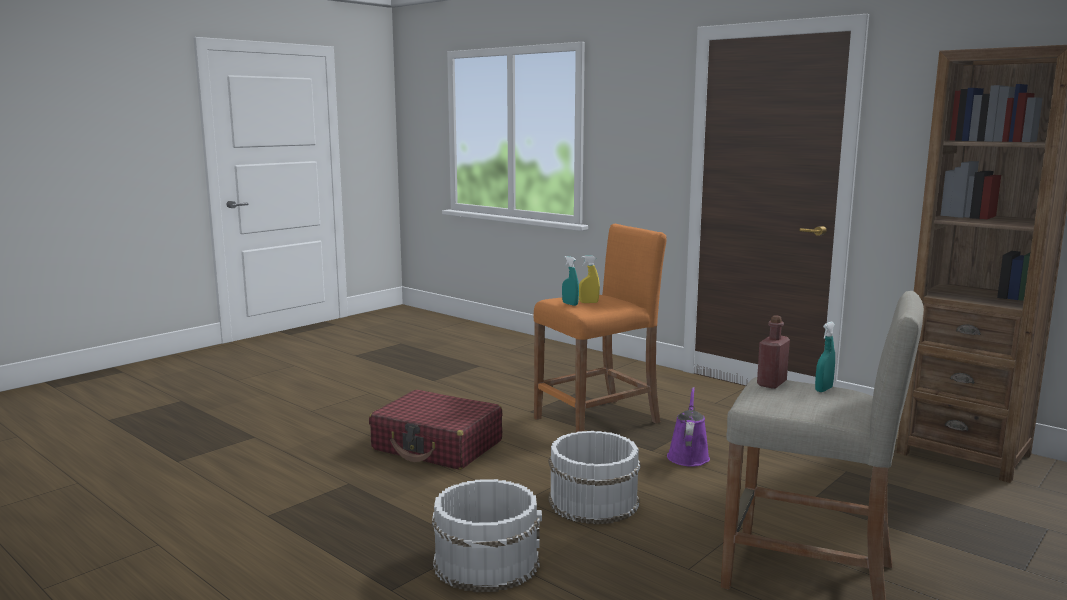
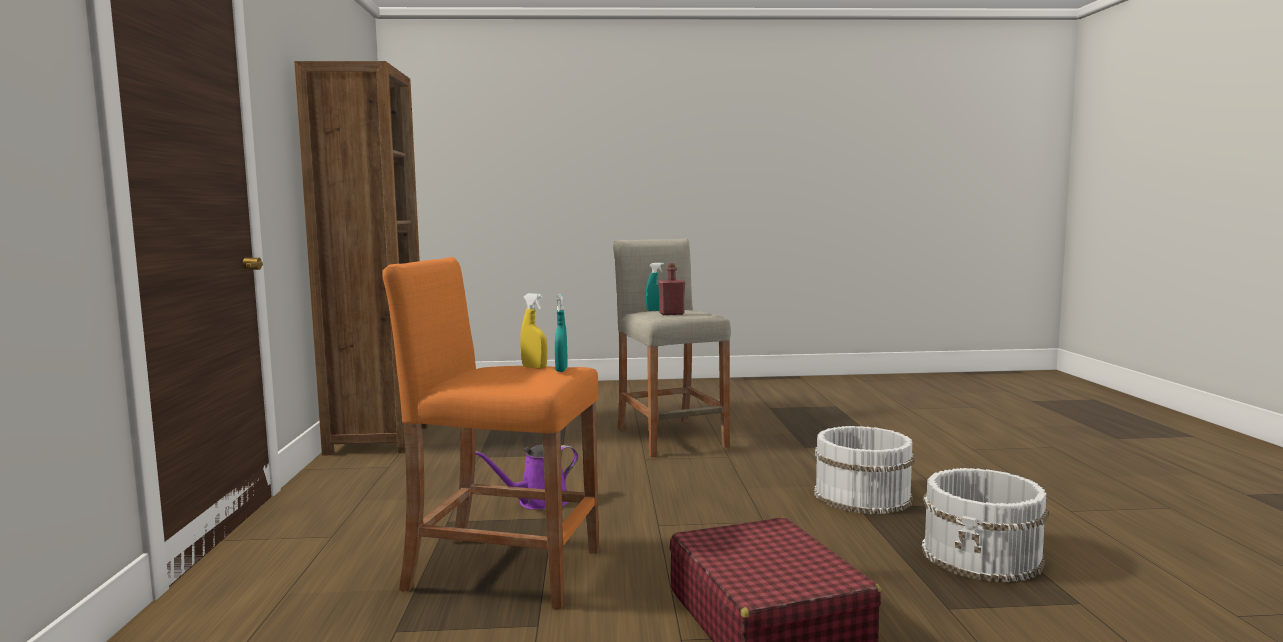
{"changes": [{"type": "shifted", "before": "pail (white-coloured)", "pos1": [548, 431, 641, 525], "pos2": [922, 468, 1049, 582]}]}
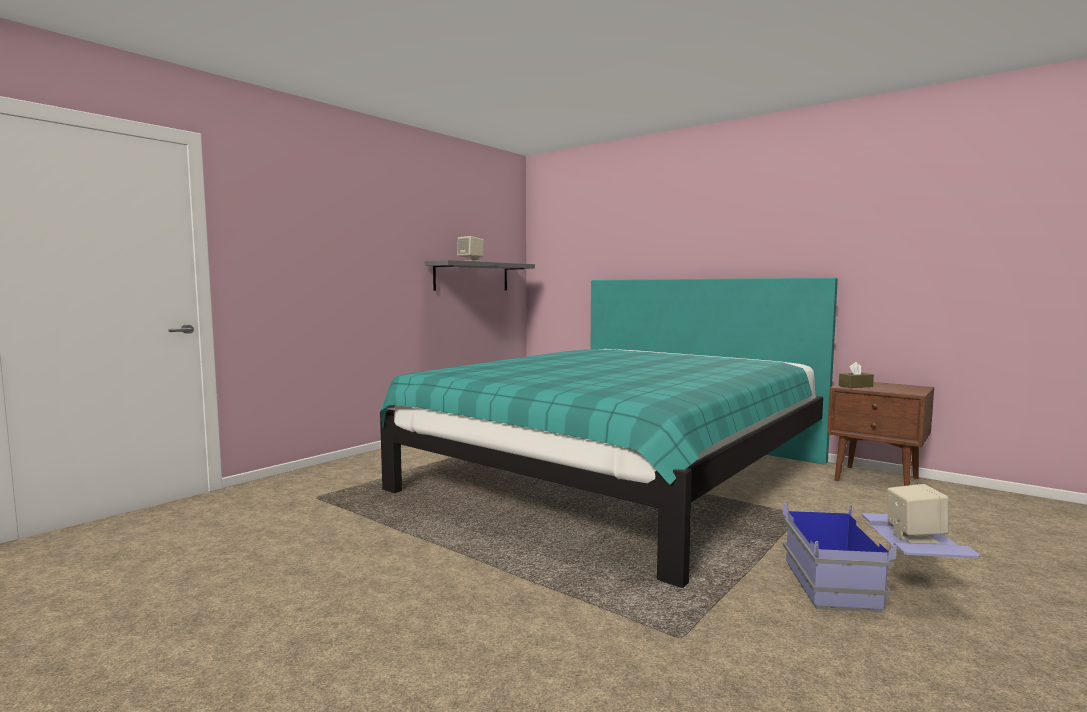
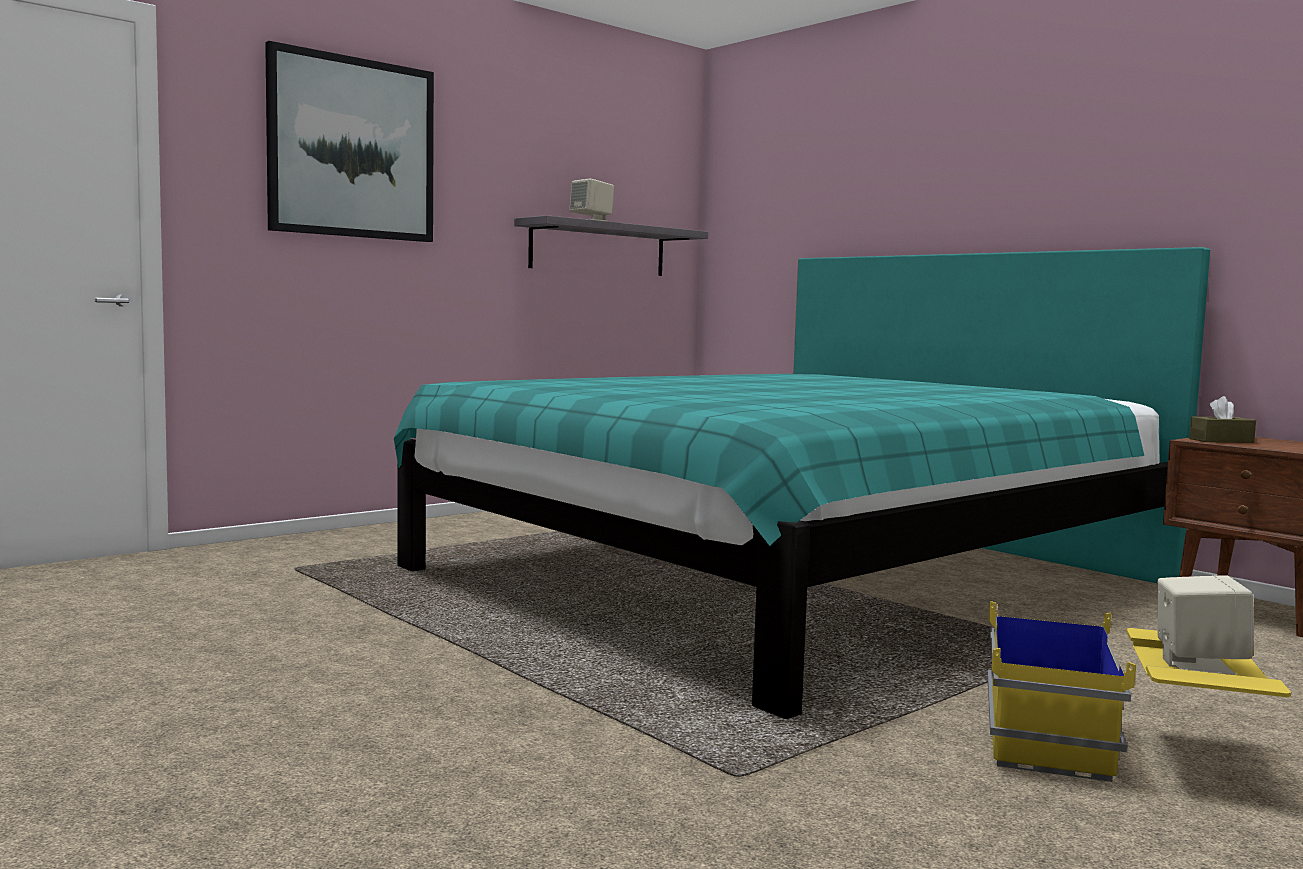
{"changes": [{"type": "new", "after": "picture", "pos2": [265, 41, 434, 242]}, {"type": "repainted", "before": "storage container (blue)", "after": "storage container (yellow-coloured)", "pos1": [783, 502, 980, 613], "pos2": [987, 601, 1291, 782]}]}
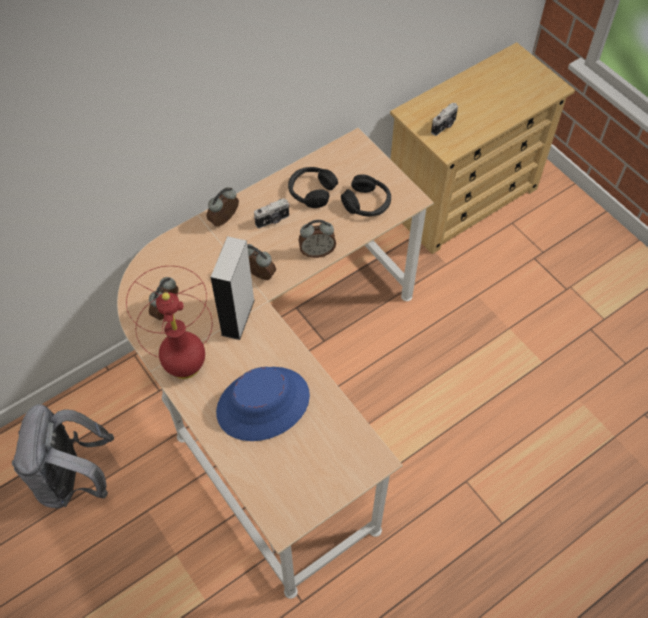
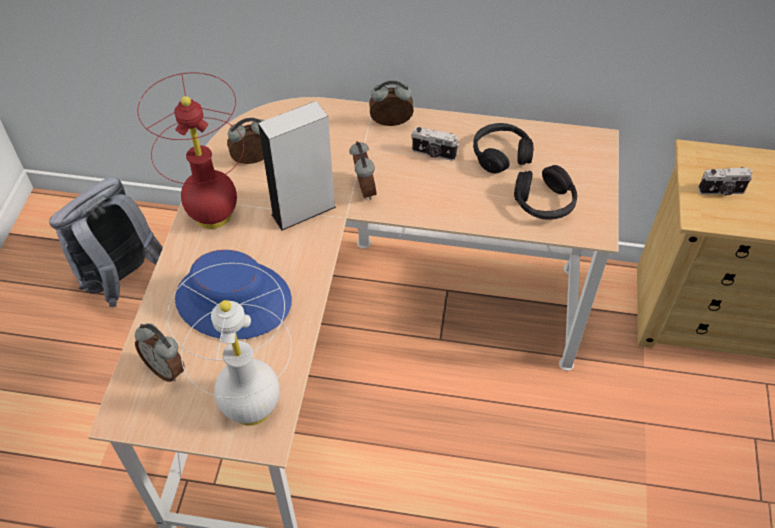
{"changes": [{"type": "new", "after": "lamp for a table (white-coloured)", "pos2": [167, 263, 292, 426]}, {"type": "shifted", "before": "alarm clock", "pos1": [298, 220, 336, 258], "pos2": [135, 323, 185, 382]}]}
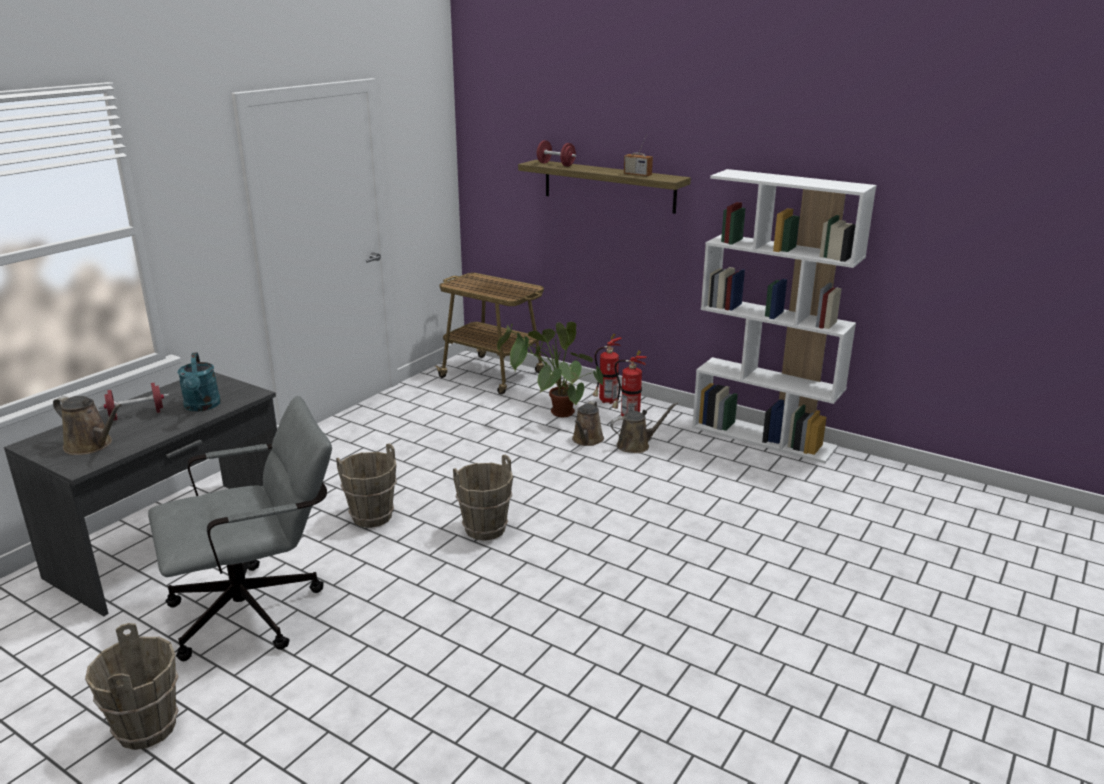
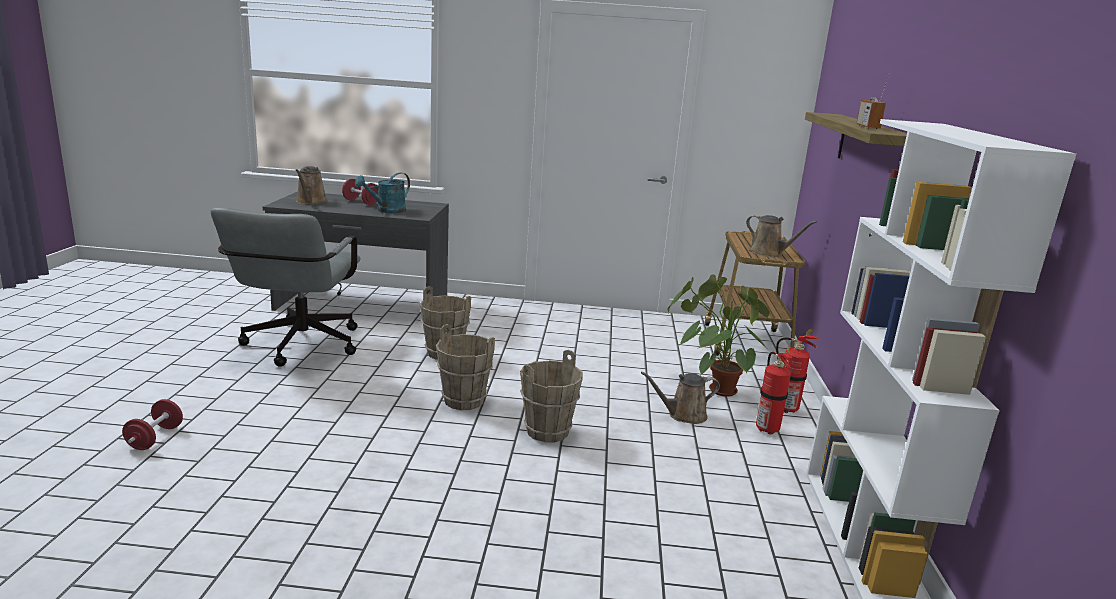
{"changes": [{"type": "shifted", "before": "pail (brownish)", "pos1": [85, 623, 179, 750], "pos2": [520, 350, 583, 442]}, {"type": "shifted", "before": "dumbbell (red-coloured)", "pos1": [537, 140, 576, 167], "pos2": [122, 399, 183, 450]}, {"type": "shifted", "before": "sprinkling can (brownish)", "pos1": [610, 403, 678, 453], "pos2": [746, 215, 817, 257]}, {"type": "rotated", "before": "computer chair (gray)", "pos1": [148, 396, 332, 661], "pos2": [210, 208, 360, 367], "turn": 60}]}
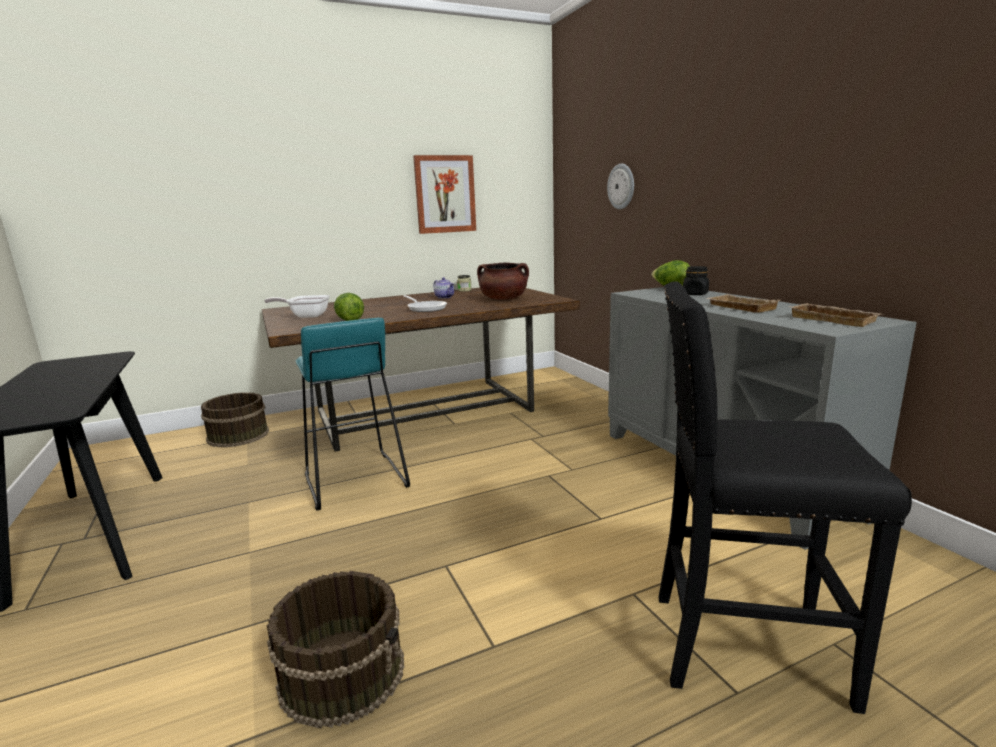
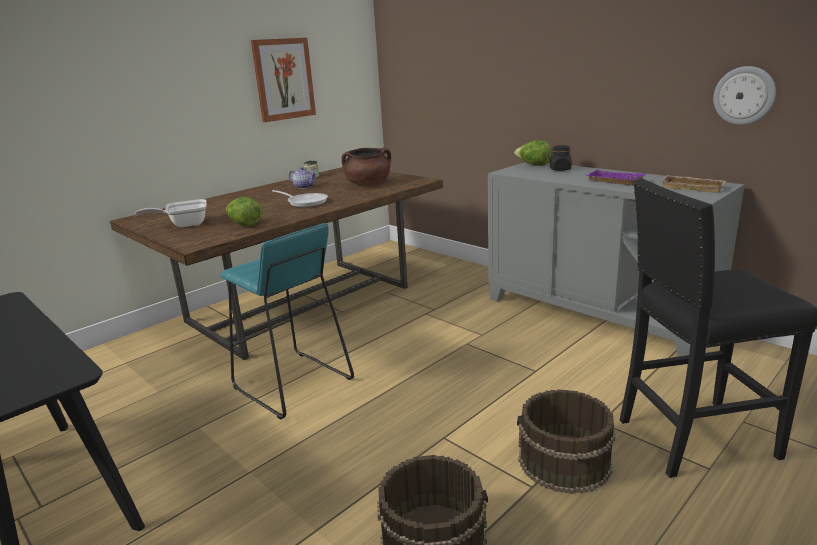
{"changes": [{"type": "shifted", "before": "pail (brownish)", "pos1": [201, 392, 269, 448], "pos2": [517, 389, 616, 494]}, {"type": "shifted", "before": "wall clock", "pos1": [607, 164, 634, 209], "pos2": [713, 66, 776, 125]}, {"type": "repainted", "before": "serving tray (sand-coloured)", "after": "serving tray (purplish)", "pos1": [705, 294, 780, 313], "pos2": [585, 170, 646, 186]}]}
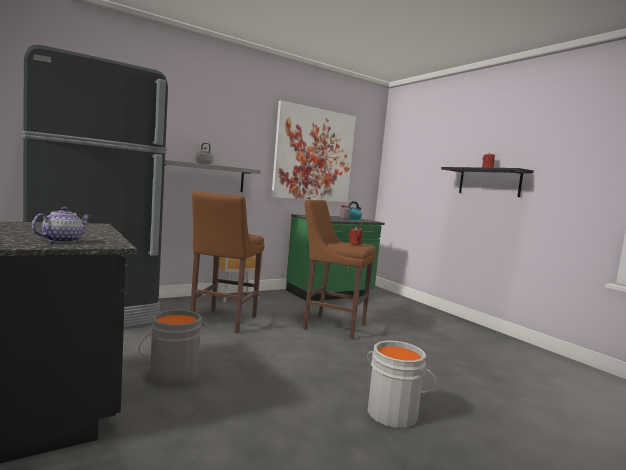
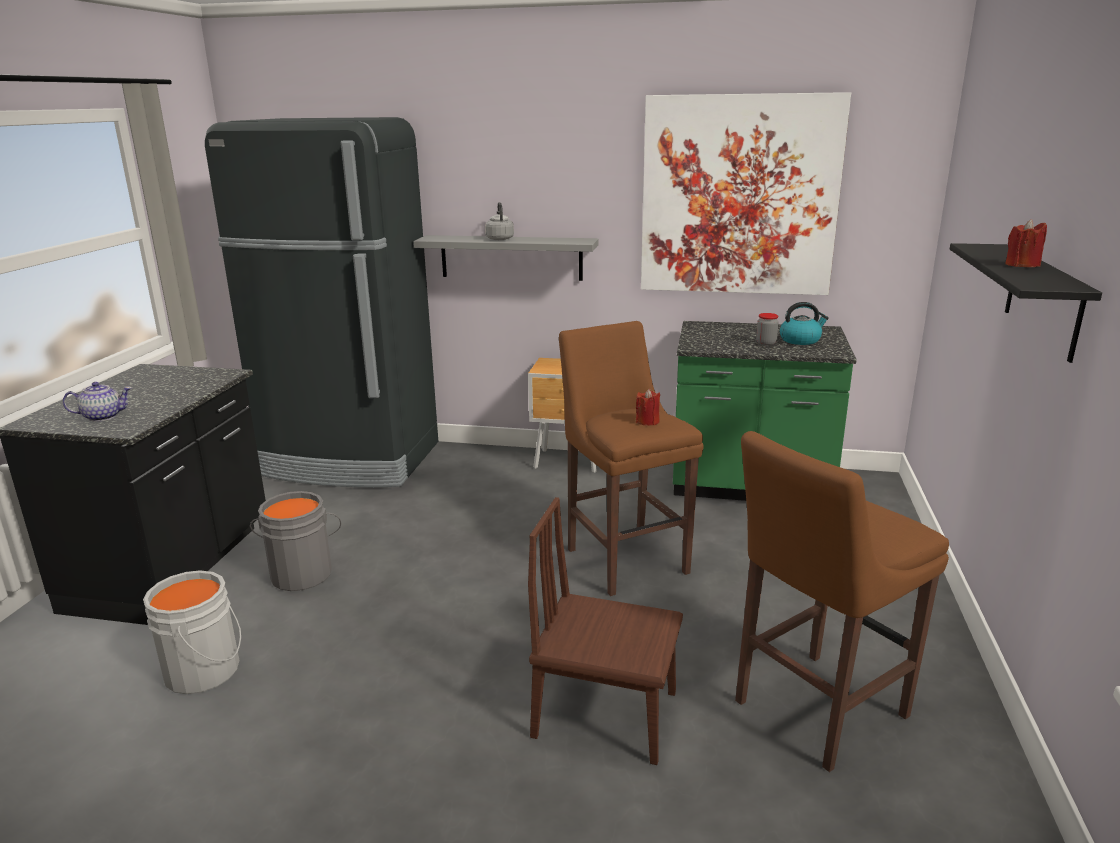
{"changes": [{"type": "new", "after": "chair (brownish)", "pos2": [528, 497, 683, 765]}, {"type": "shifted", "before": "stool (brownish)", "pos1": [190, 191, 264, 333], "pos2": [735, 431, 949, 772]}, {"type": "shifted", "before": "pail (gray)", "pos1": [367, 341, 437, 428], "pos2": [143, 570, 241, 694]}]}
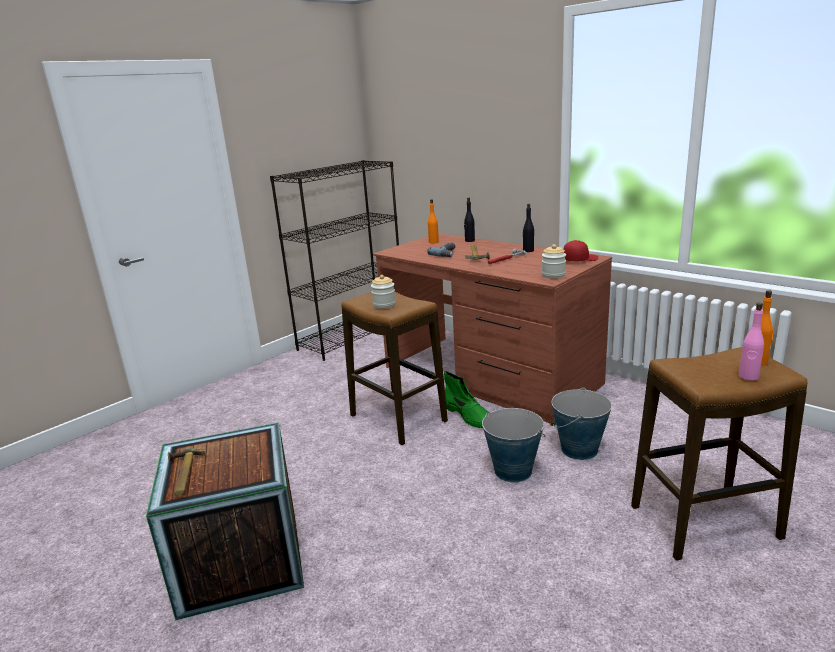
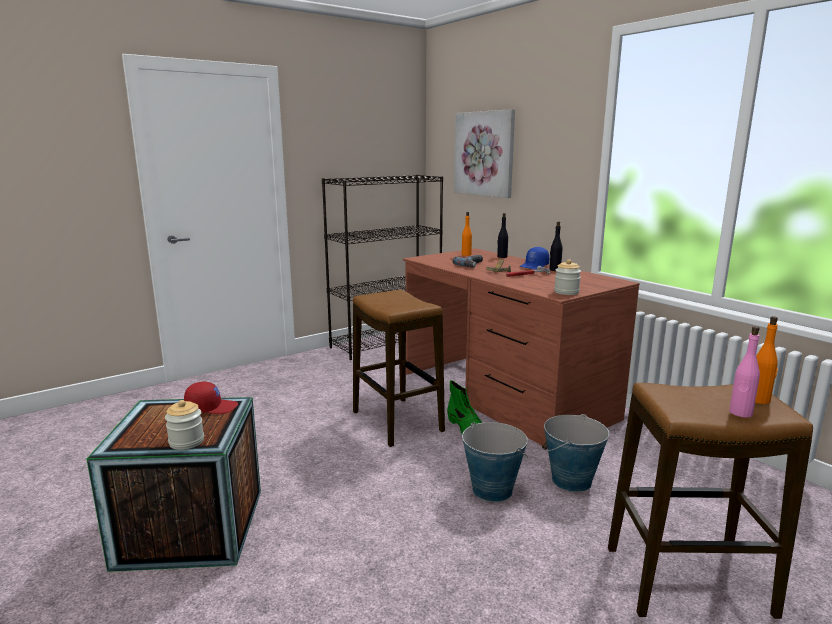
{"changes": [{"type": "gone", "before": "tool hammer", "pos1": [168, 448, 206, 496]}, {"type": "new", "after": "picture", "pos2": [454, 109, 515, 198]}, {"type": "new", "after": "cap (blue)", "pos2": [520, 247, 549, 270]}, {"type": "shifted", "before": "storage jar", "pos1": [371, 275, 396, 309], "pos2": [165, 400, 204, 450]}, {"type": "shifted", "before": "cap (red-coloured)", "pos1": [563, 240, 598, 261], "pos2": [184, 382, 238, 414]}]}
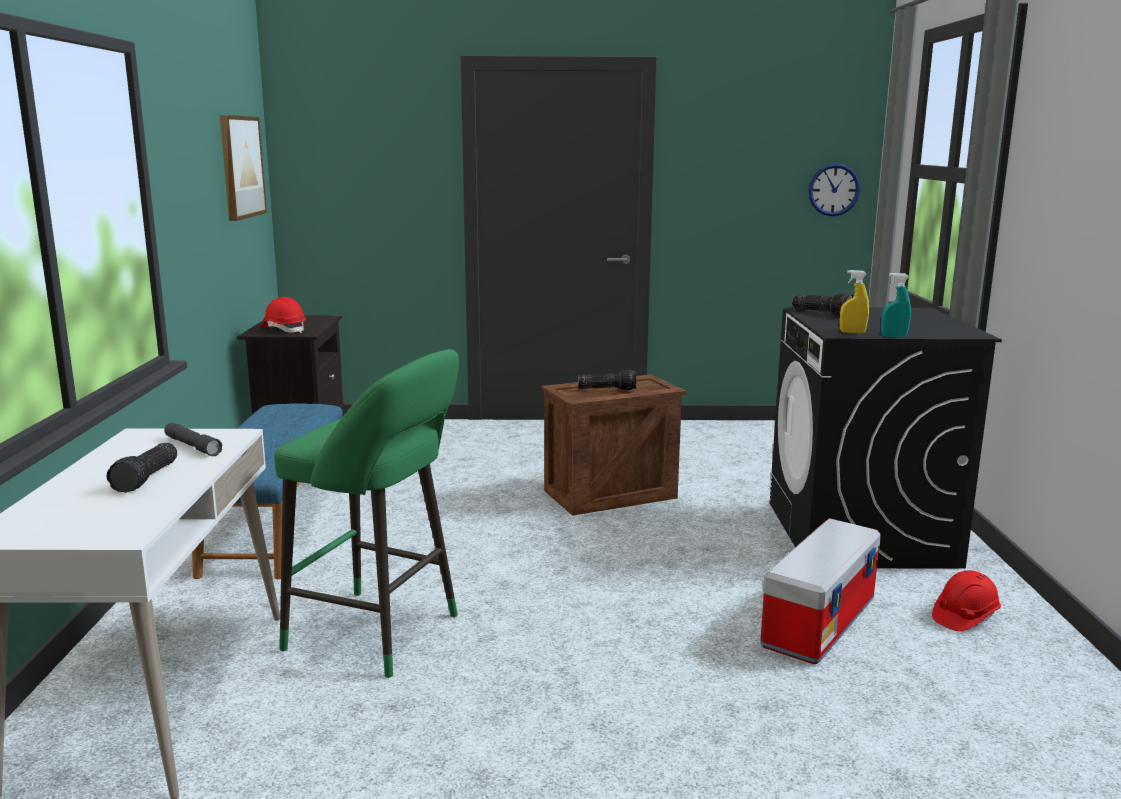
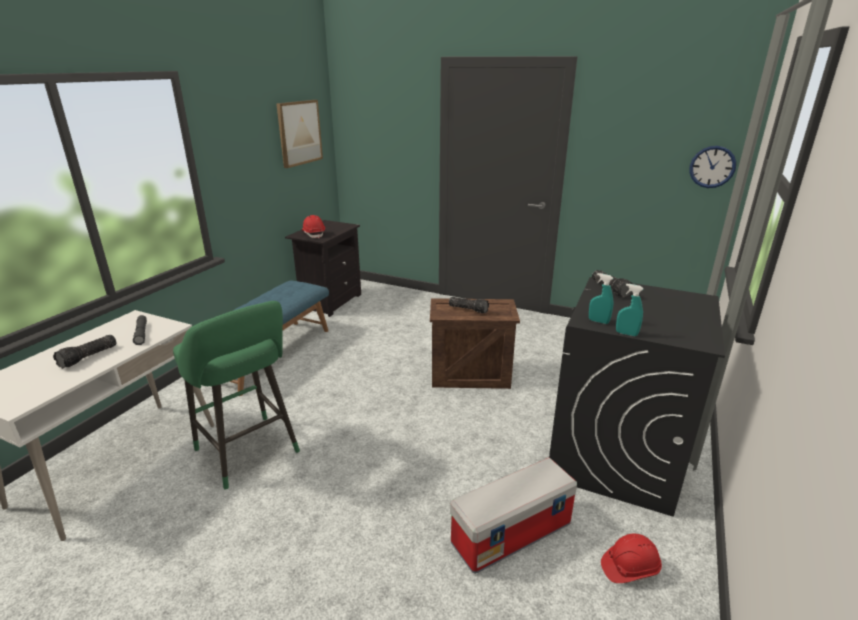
{"changes": [{"type": "repainted", "before": "spray bottle (yellow-coloured)", "after": "spray bottle (turquoise-coloured)", "pos1": [840, 270, 869, 333], "pos2": [589, 273, 613, 324]}]}
